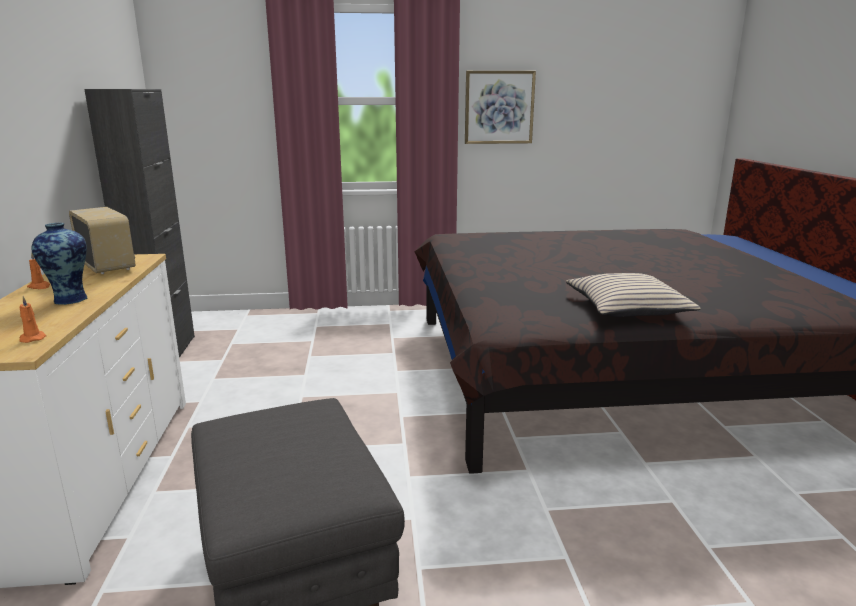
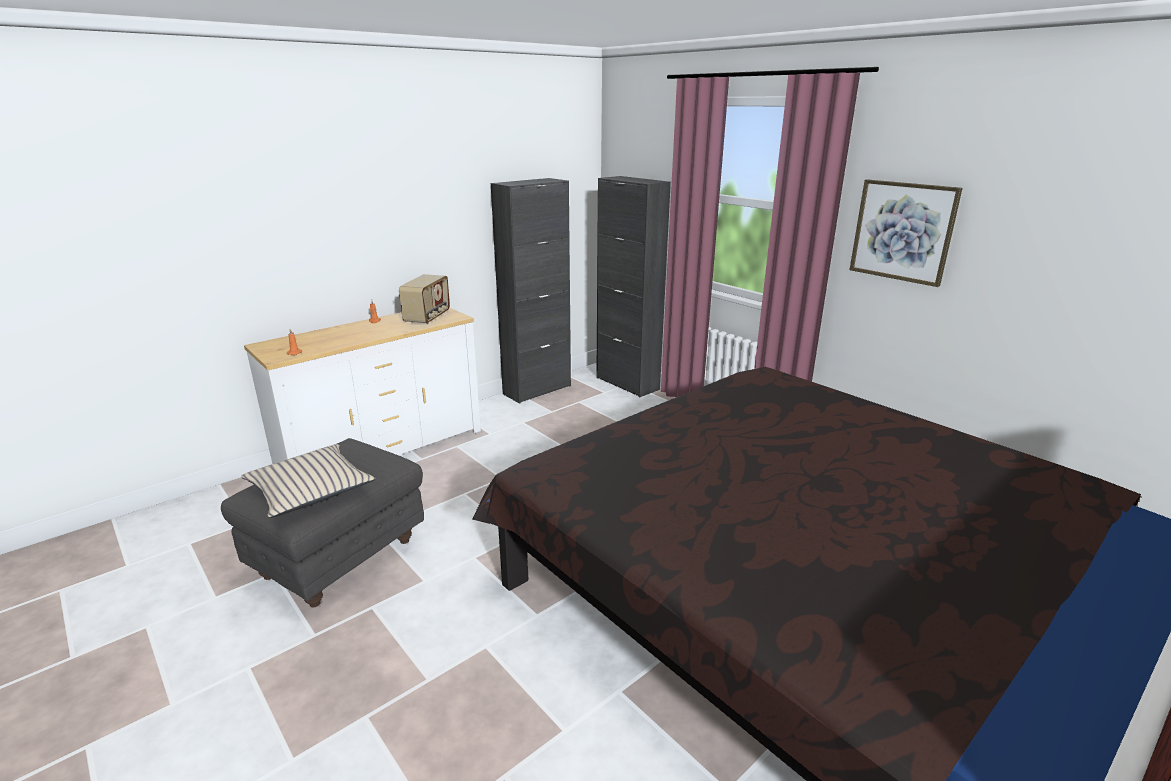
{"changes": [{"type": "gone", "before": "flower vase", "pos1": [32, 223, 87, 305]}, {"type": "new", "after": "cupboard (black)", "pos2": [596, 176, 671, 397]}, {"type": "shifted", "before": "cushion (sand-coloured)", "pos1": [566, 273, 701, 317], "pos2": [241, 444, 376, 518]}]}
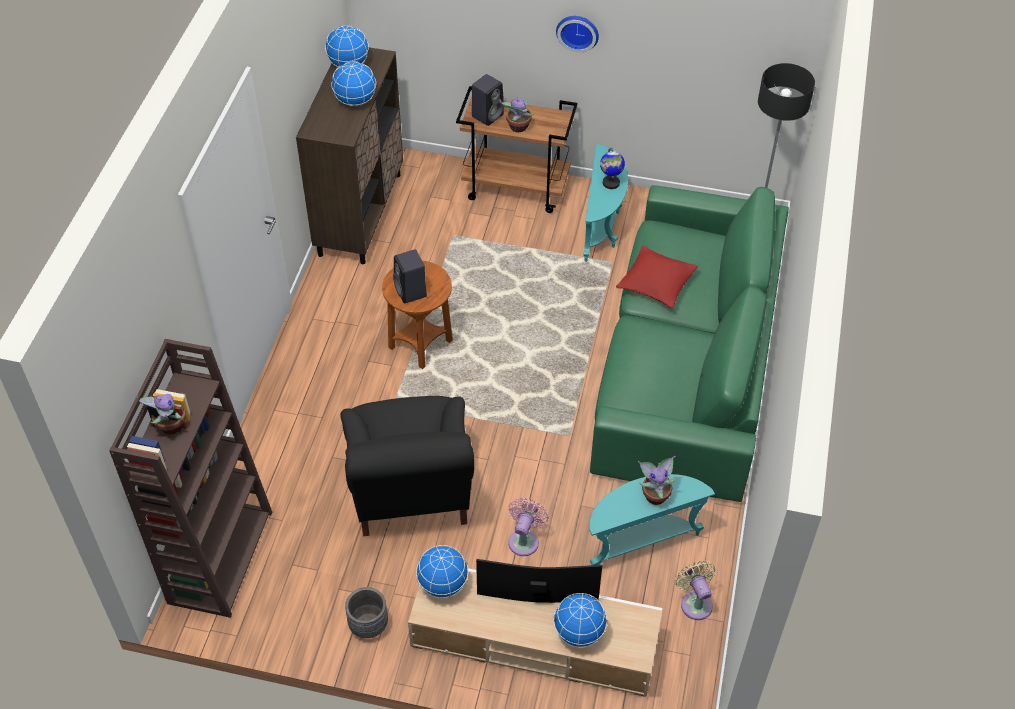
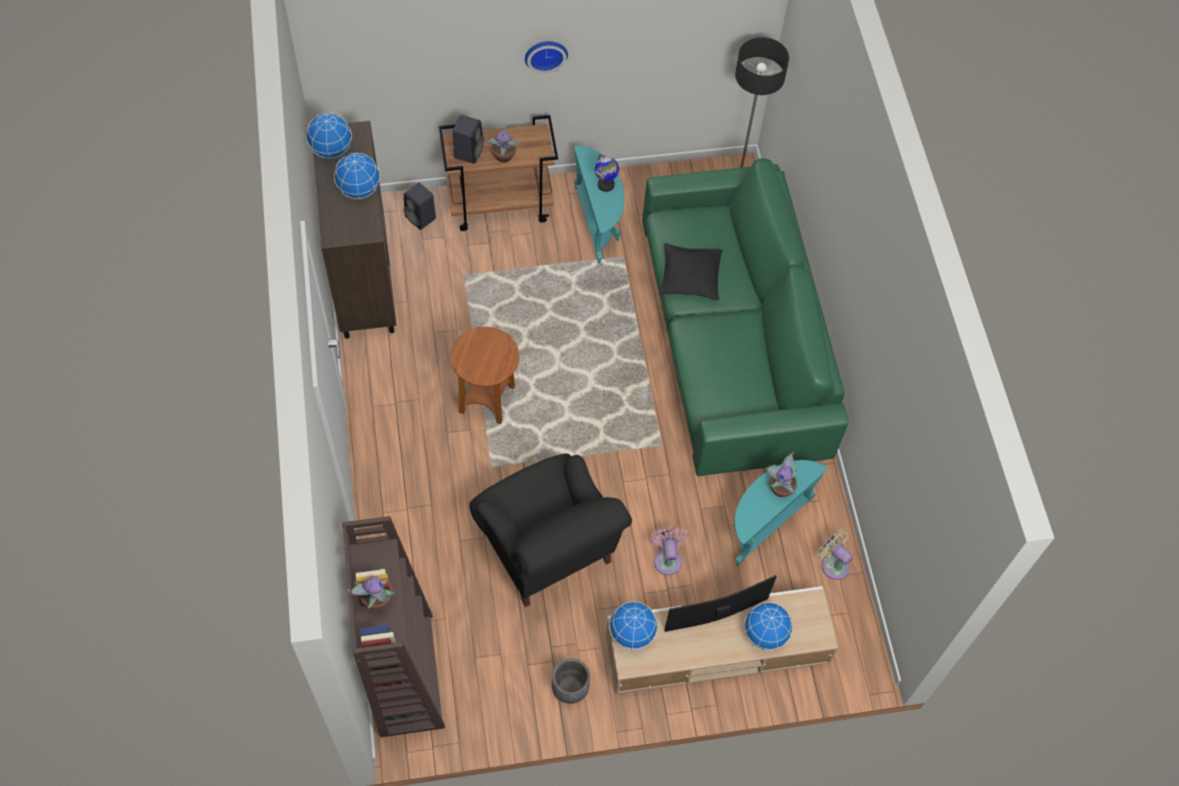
{"changes": [{"type": "shifted", "before": "audio speaker (black)", "pos1": [393, 249, 427, 303], "pos2": [404, 183, 436, 230]}, {"type": "repainted", "before": "cushion (red-coloured)", "after": "cushion (black)", "pos1": [616, 245, 698, 309], "pos2": [660, 243, 722, 300]}]}
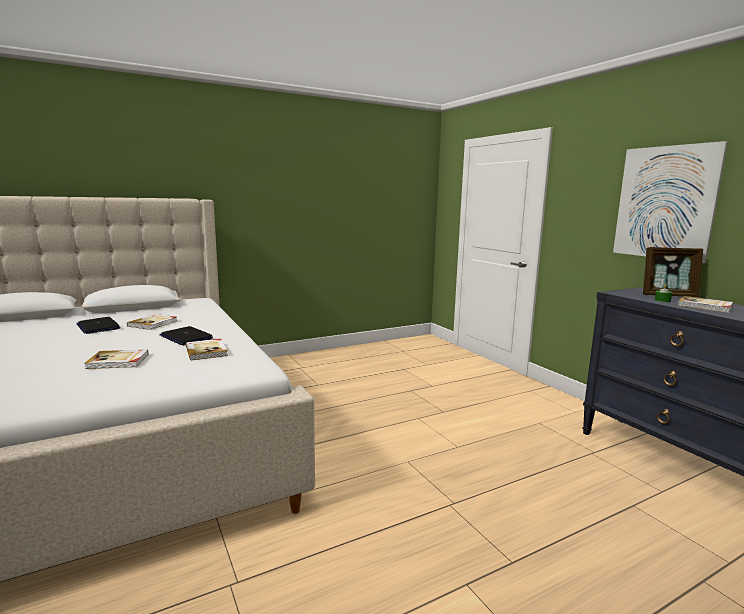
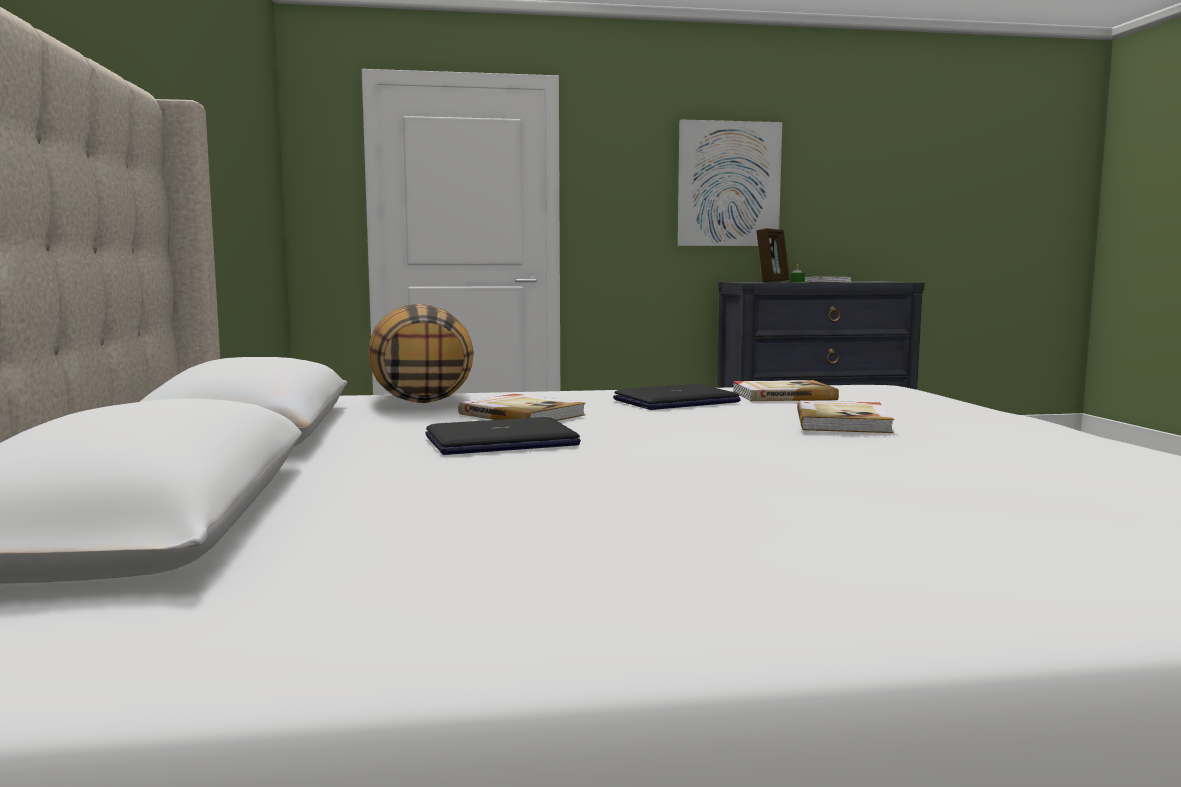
{"changes": [{"type": "new", "after": "cushion", "pos2": [368, 304, 474, 403]}]}
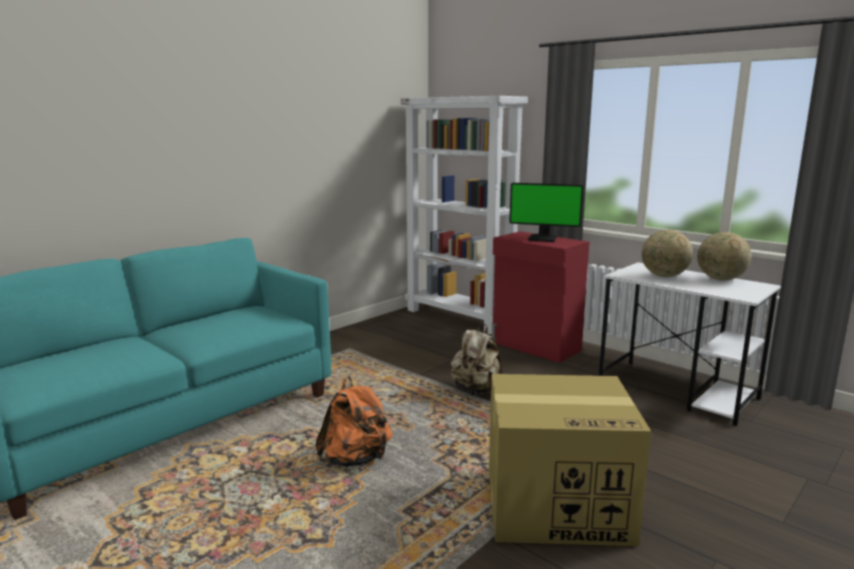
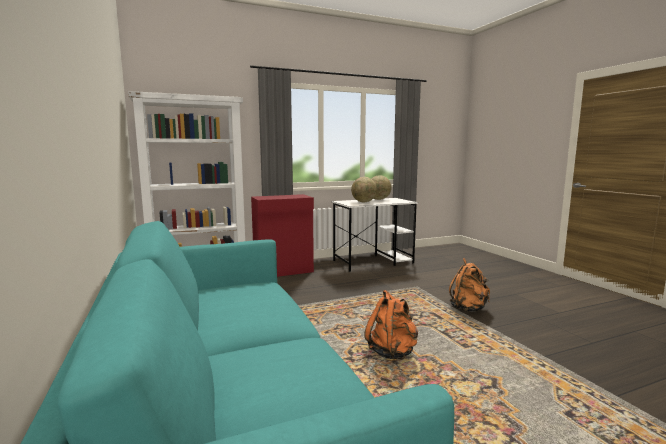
{"changes": [{"type": "gone", "before": "rucksack (sand-coloured)", "pos1": [450, 324, 502, 395]}, {"type": "gone", "before": "computer display", "pos1": [509, 183, 584, 242]}, {"type": "swapped", "before": "carton", "after": "rucksack (orange)", "pos1": [489, 374, 651, 546], "pos2": [449, 258, 490, 312]}]}
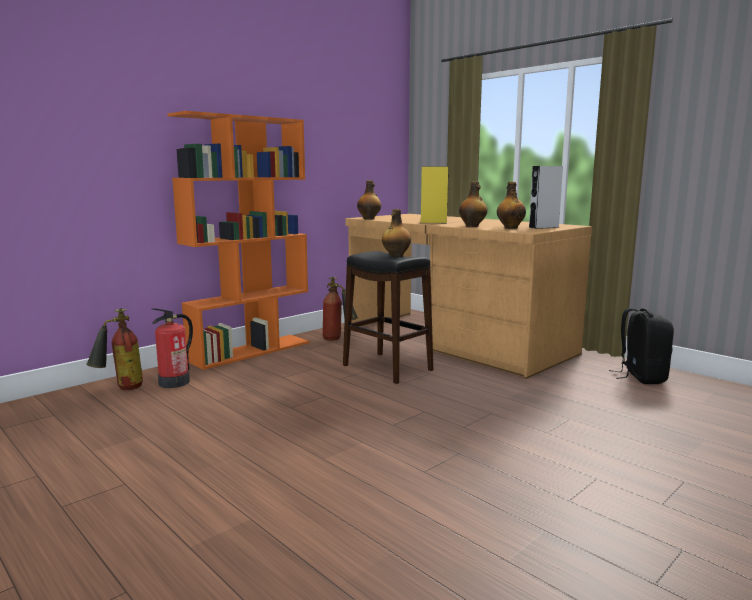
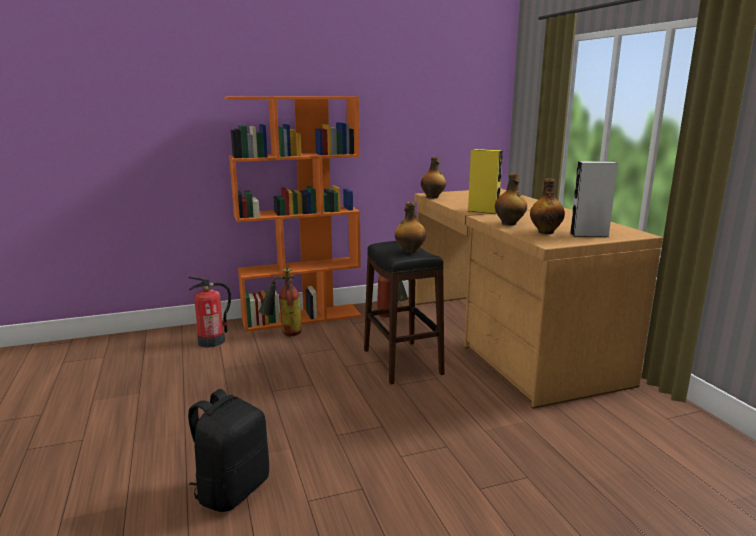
{"changes": [{"type": "shifted", "before": "fire-fighting cylinder", "pos1": [87, 308, 143, 390], "pos2": [259, 268, 302, 336]}, {"type": "shifted", "before": "rucksack (black)", "pos1": [609, 308, 674, 384], "pos2": [188, 389, 269, 512]}]}
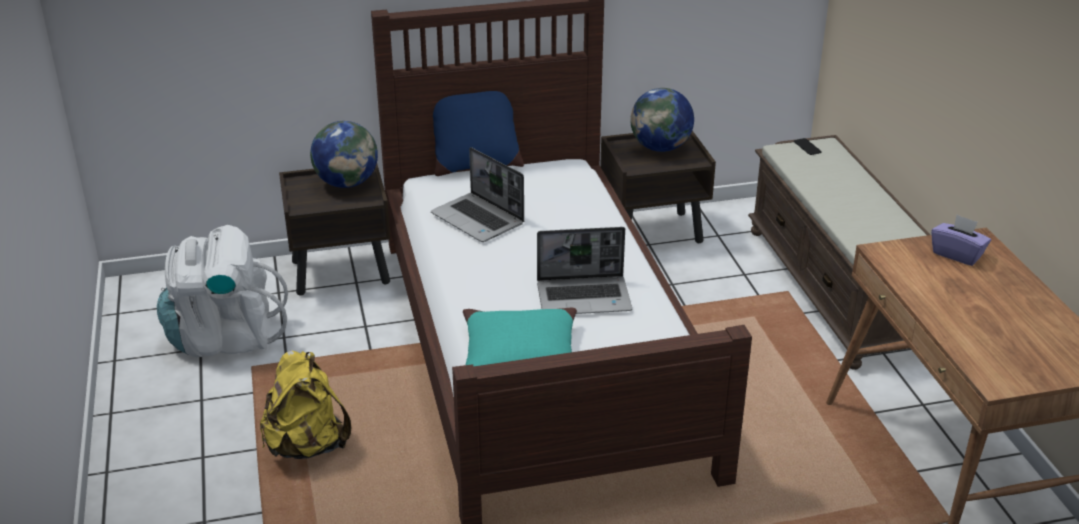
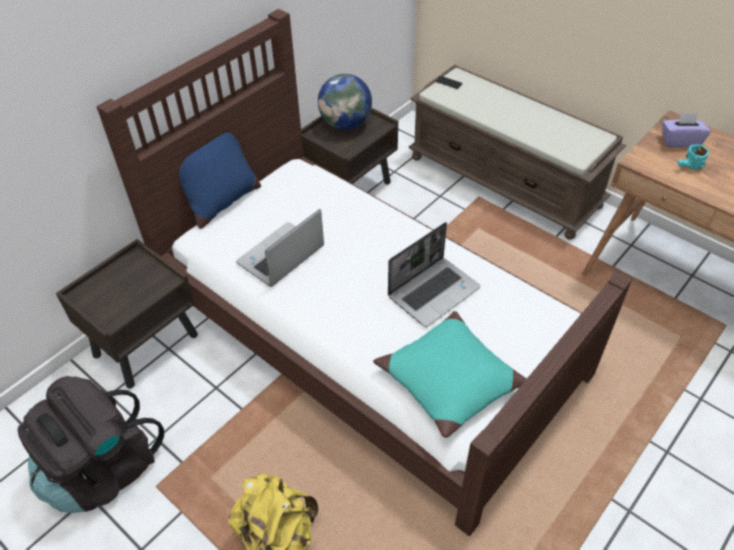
{"changes": [{"type": "gone", "before": "globe", "pos1": [310, 121, 378, 188]}, {"type": "new", "after": "coffee mug (turquoise-coloured)", "pos2": [677, 144, 709, 170]}, {"type": "repainted", "before": "rucksack (white-coloured)", "after": "rucksack (black)", "pos1": [157, 225, 288, 357], "pos2": [18, 376, 164, 513]}, {"type": "rotated", "before": "portable computer", "pos1": [431, 147, 524, 242], "pos2": [236, 209, 324, 287], "turn": 120}]}
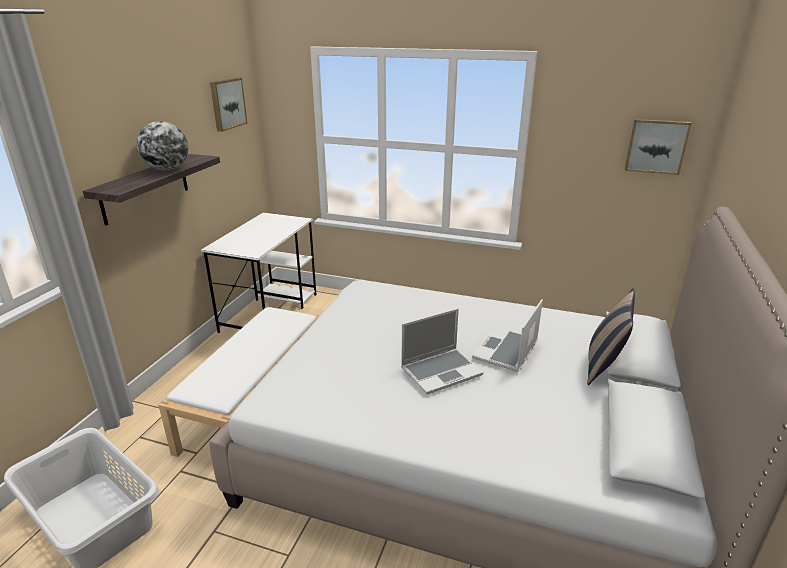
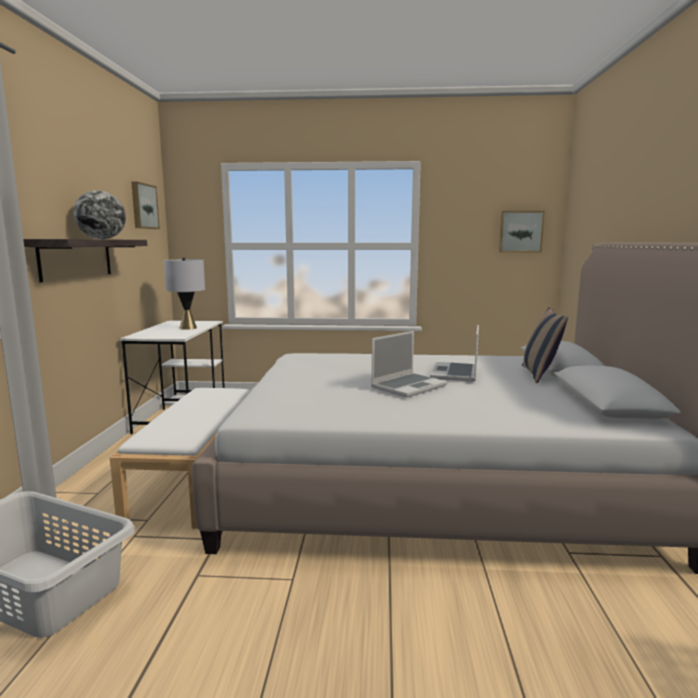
{"changes": [{"type": "new", "after": "lamp for a table (gray)", "pos2": [164, 257, 205, 330]}]}
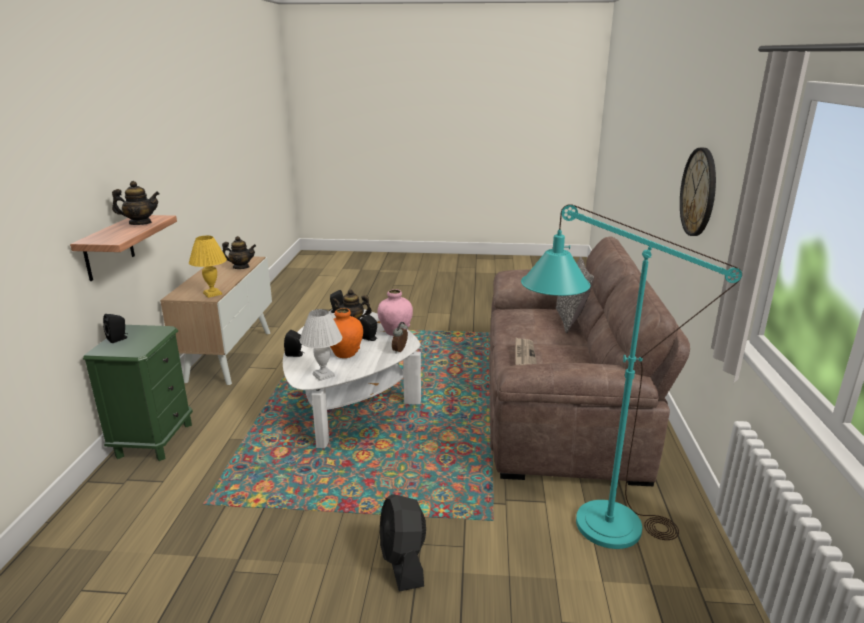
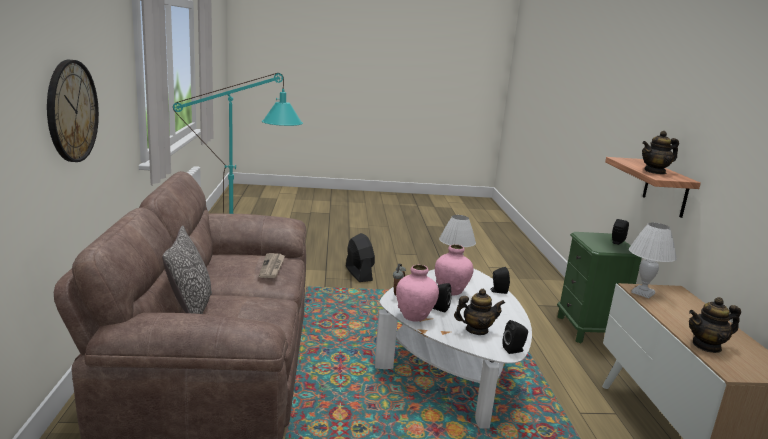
{"changes": [{"type": "repainted", "before": "lamp for a table (yellow-coloured)", "after": "lamp for a table (white-coloured)", "pos1": [189, 236, 227, 298], "pos2": [629, 222, 677, 298]}, {"type": "repainted", "before": "flower vase (orange)", "after": "flower vase (pink-coloured)", "pos1": [330, 308, 363, 358], "pos2": [435, 244, 473, 296]}]}
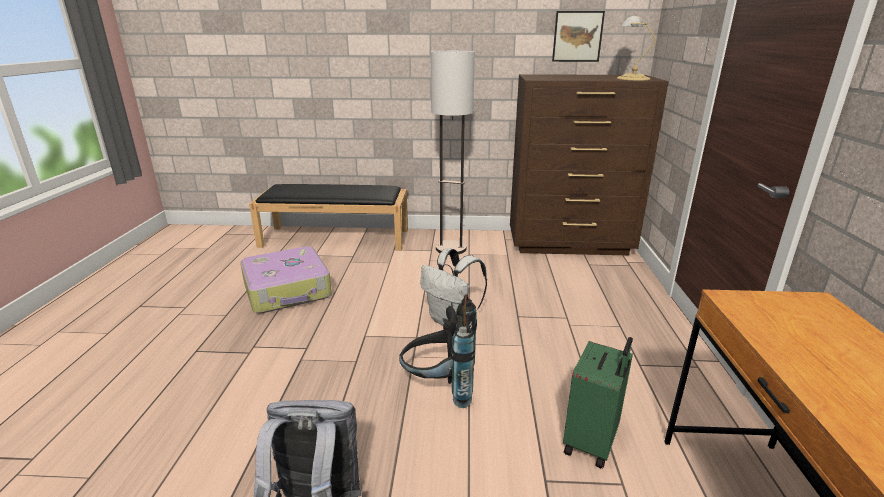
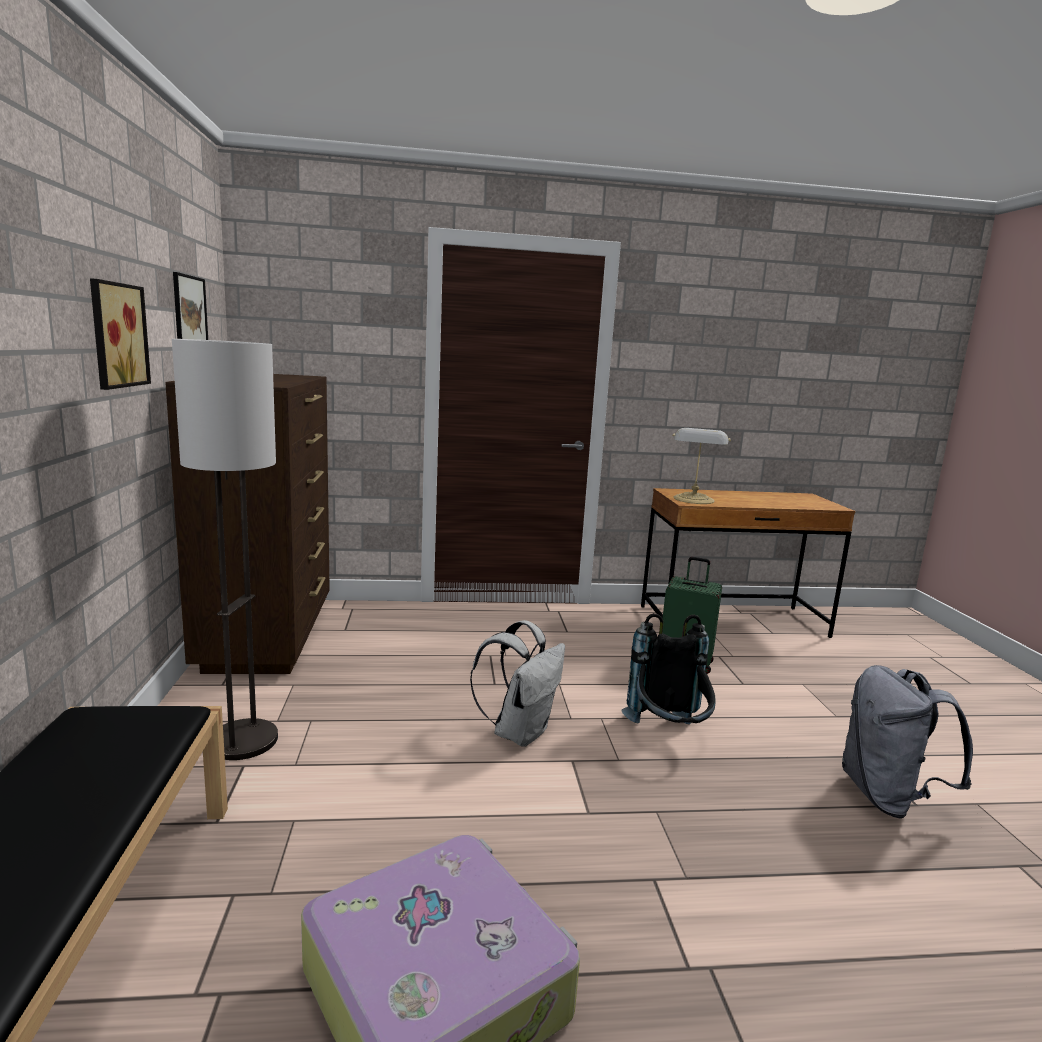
{"changes": [{"type": "new", "after": "picture", "pos2": [90, 278, 151, 390]}, {"type": "shifted", "before": "lamp for a table", "pos1": [617, 16, 656, 80], "pos2": [672, 428, 731, 504]}]}
